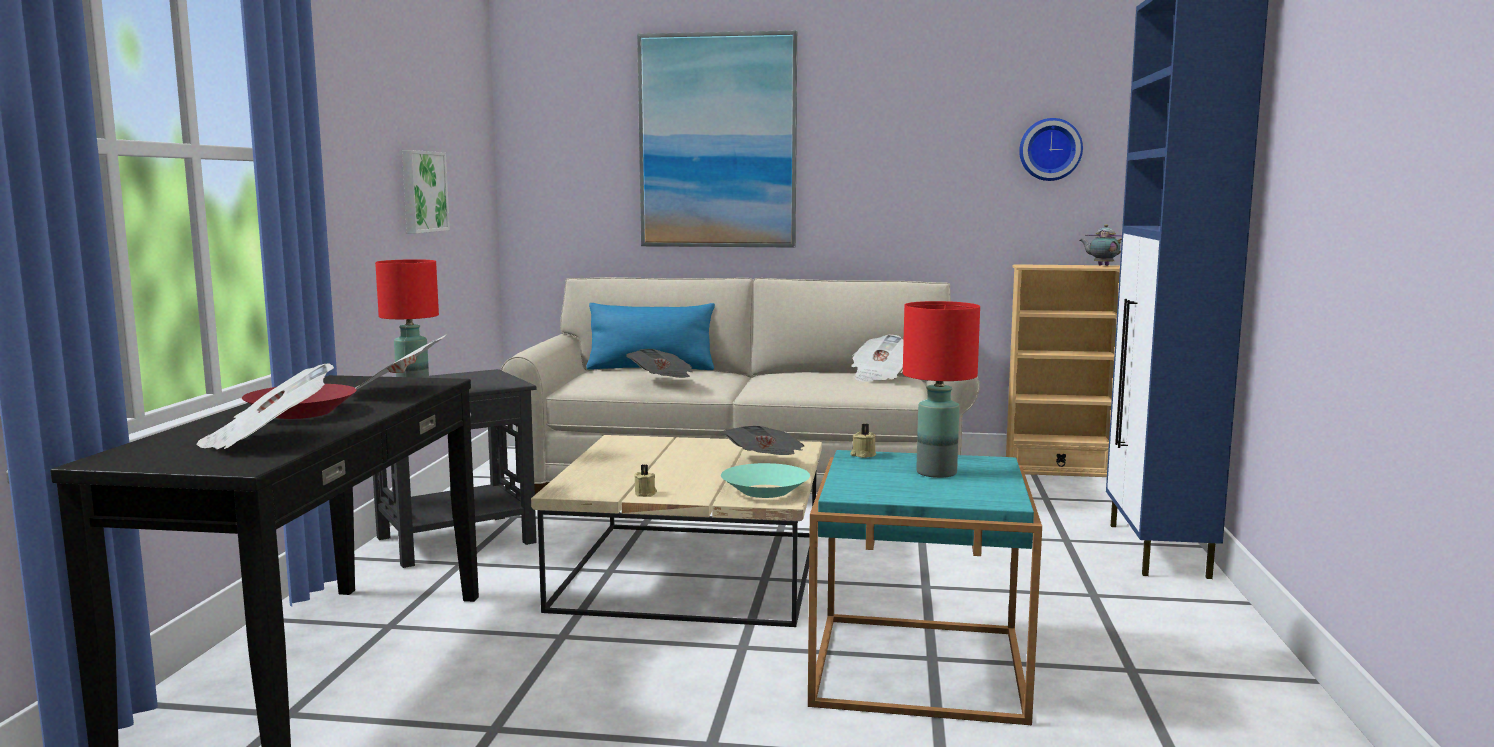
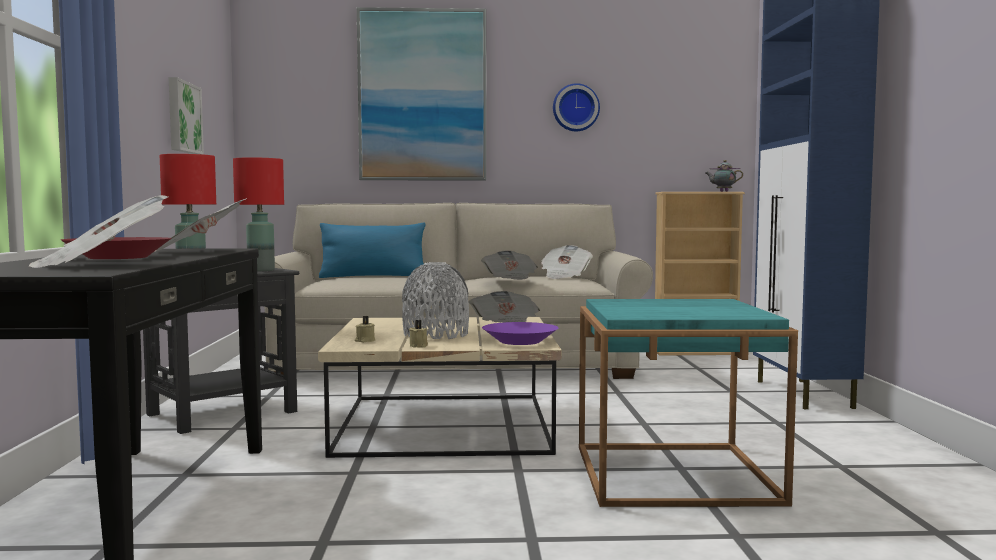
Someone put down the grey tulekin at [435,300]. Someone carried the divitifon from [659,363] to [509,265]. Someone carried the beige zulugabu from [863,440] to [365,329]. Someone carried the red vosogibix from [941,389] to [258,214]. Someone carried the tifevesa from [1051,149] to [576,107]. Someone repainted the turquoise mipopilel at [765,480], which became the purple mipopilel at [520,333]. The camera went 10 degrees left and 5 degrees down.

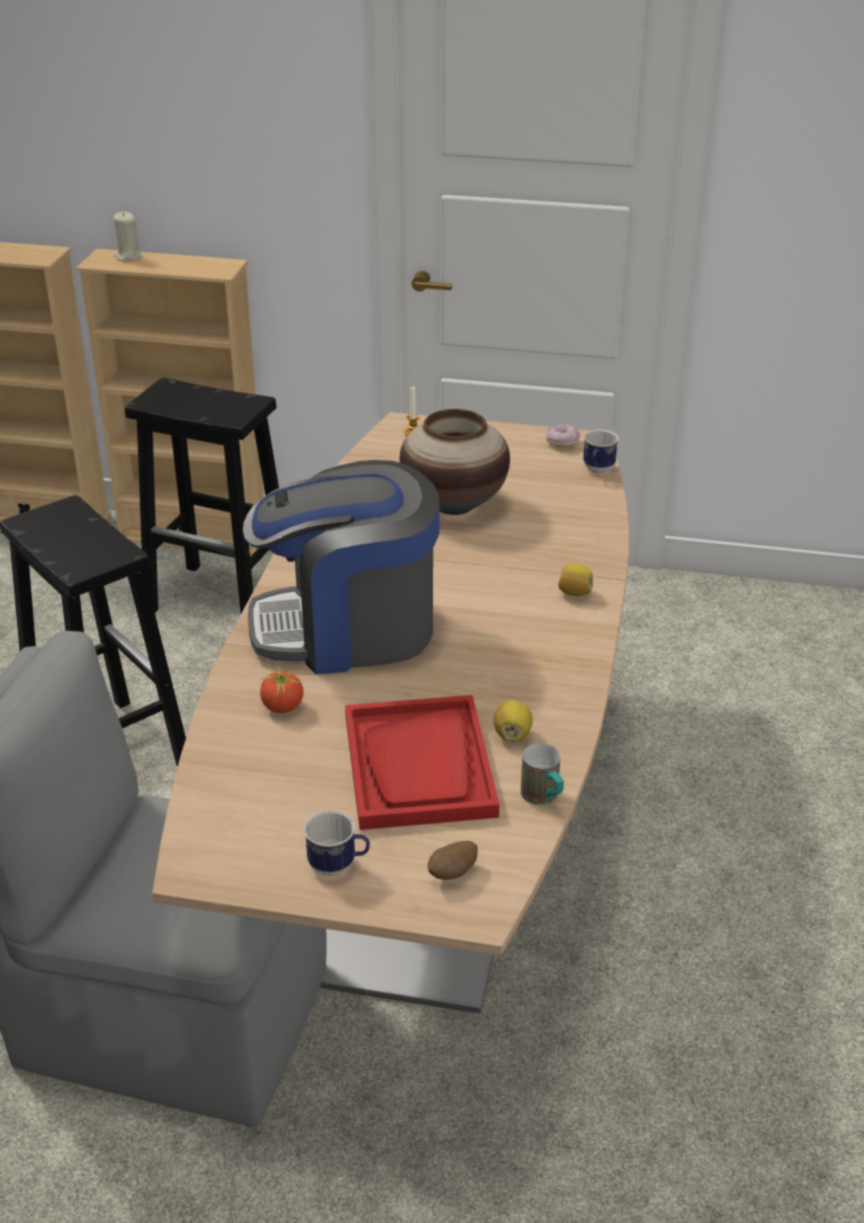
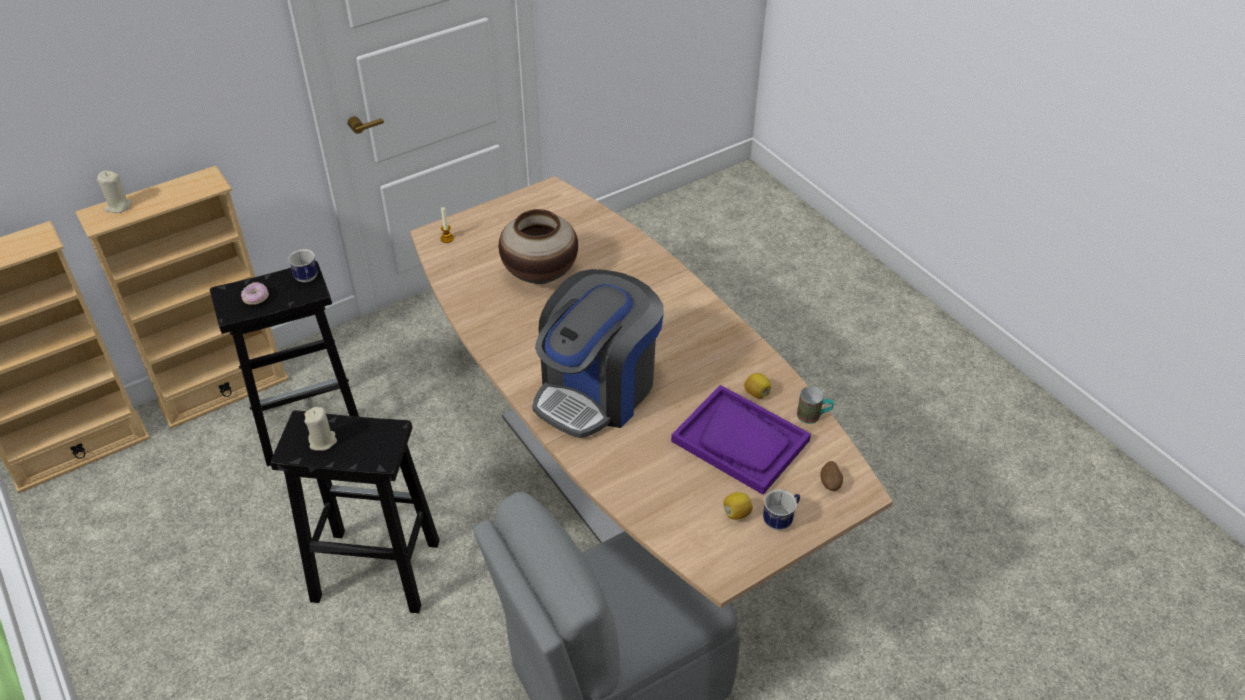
Someone took away the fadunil at [280,688]. Someone put down the beige zulugabu at [321,429]. Someone carried the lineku from [563,435] to [255,293]. Someone carried the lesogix from [575,580] to [738,506]. Someone carried the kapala from [601,451] to [303,265]. Someone repainted the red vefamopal at [422,762], which became the purple vefamopal at [741,440]. The camera went 45 degrees left and 10 degrees up.

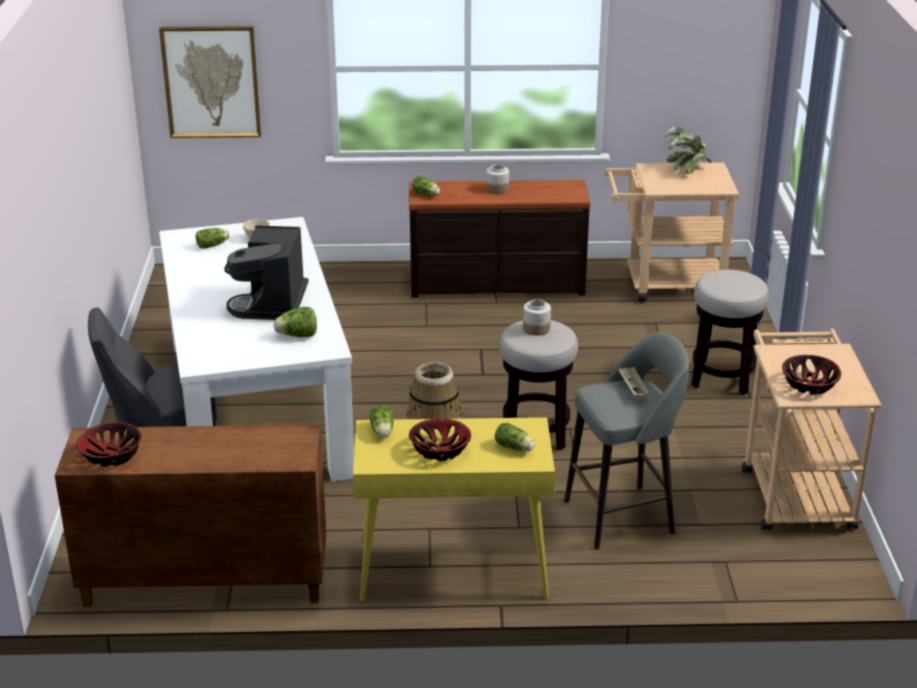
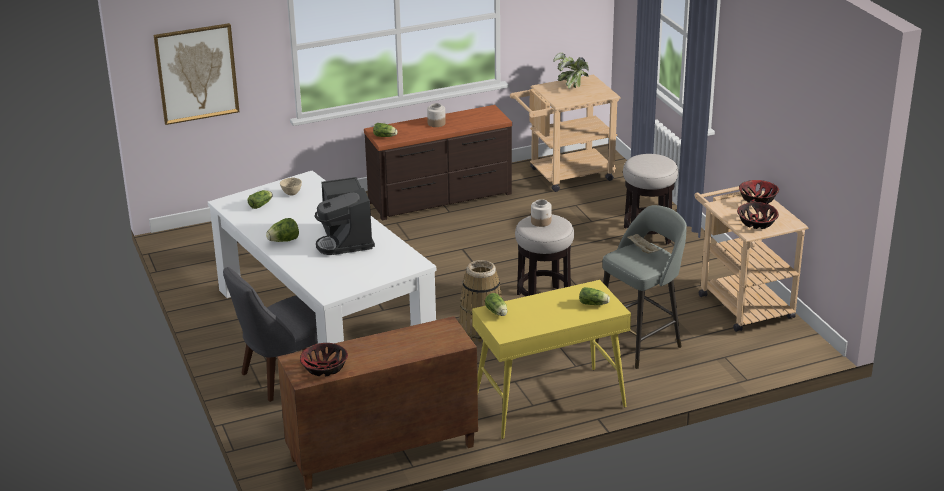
Someone carried the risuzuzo from [295,322] to [282,230]. Someone carried the mipopilel from [440,439] to [759,192]. The camera went 20 degrees left and 0 degrees up.

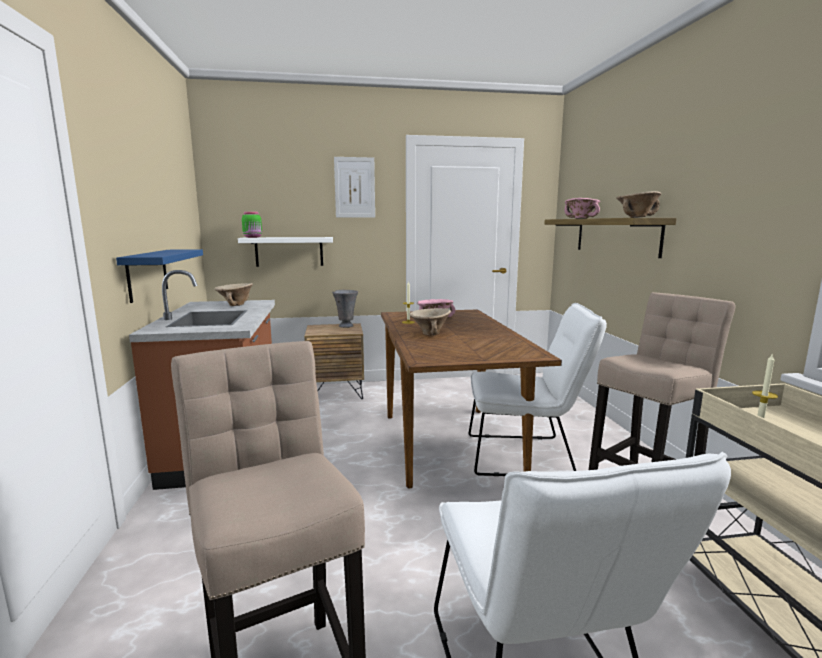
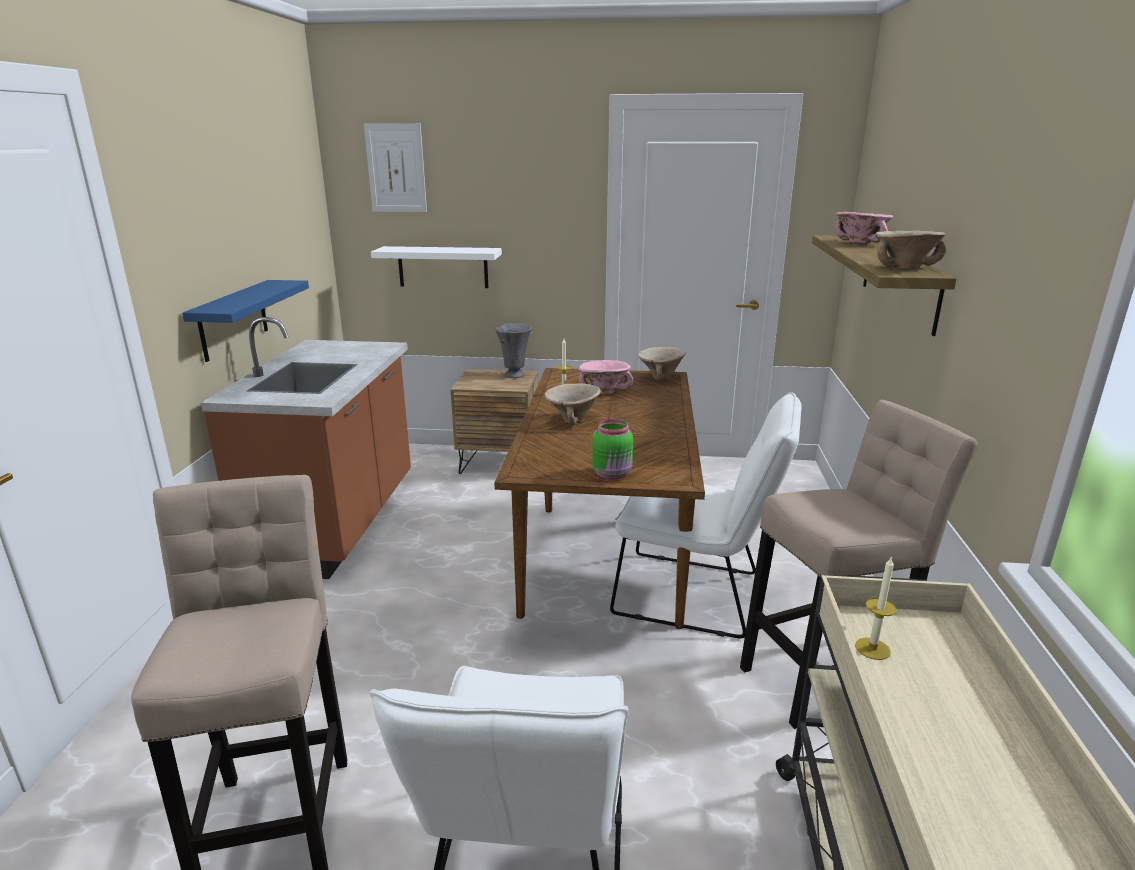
Someone carried the beige mipopilel from [234,294] to [661,364]. Someone carried the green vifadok from [252,225] to [612,449]. Someone carried the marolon from [354,187] to [395,167]. The camera went 15 degrees right and 10 degrees up.

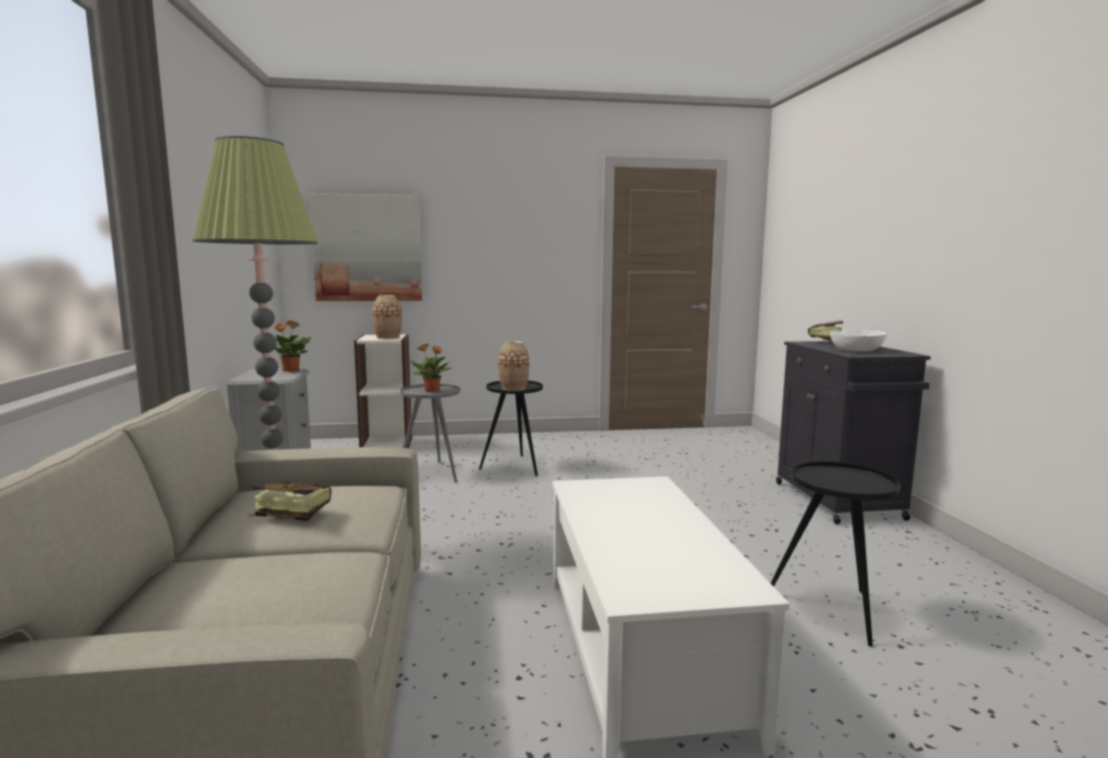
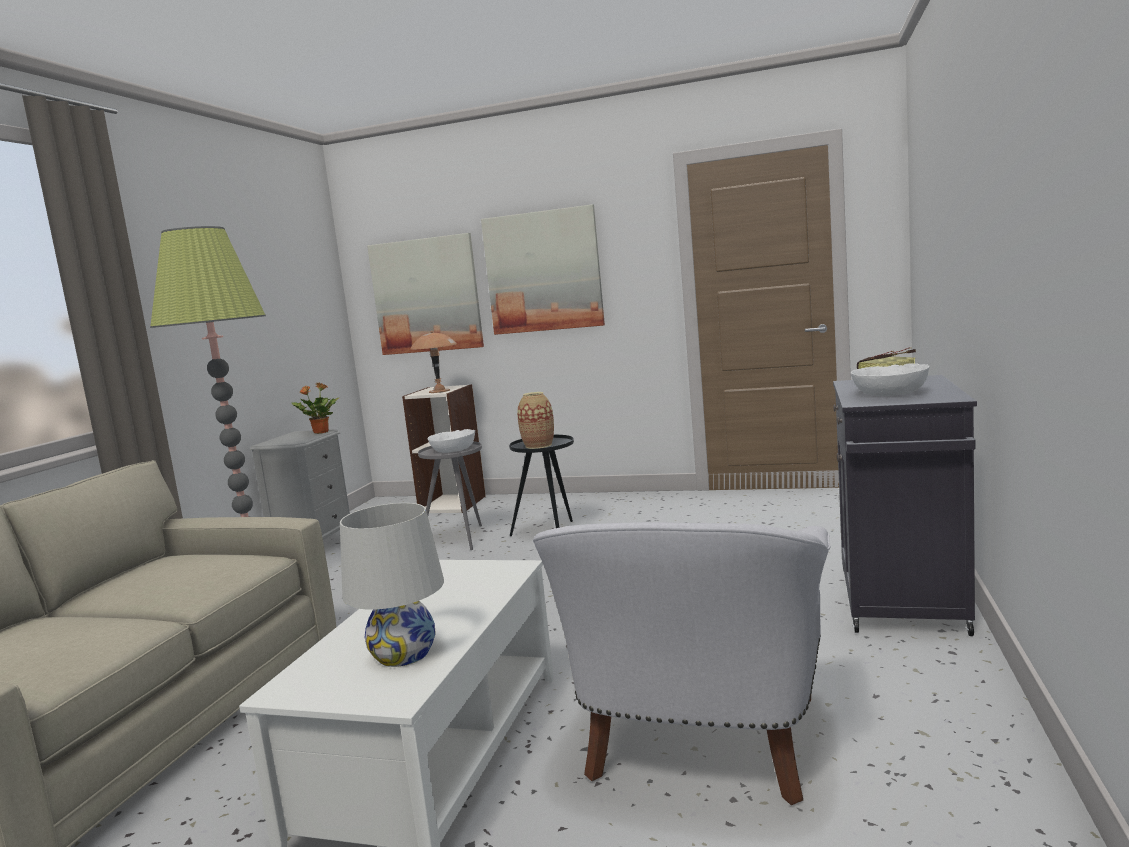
Someone took away the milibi at [290,501]. Someone put down the white vosogibix at [392,585]. Someone put up the marolon at [543,269]. Someone swapped the tulekin at [387,317] for the brown vosogibix at [433,362]. Someone swapped the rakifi at [431,367] for the white mipopilel at [451,441]. Someone swapped the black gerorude at [835,554] for the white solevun at [681,663]. The camera went 25 degrees right and 0 degrees up.

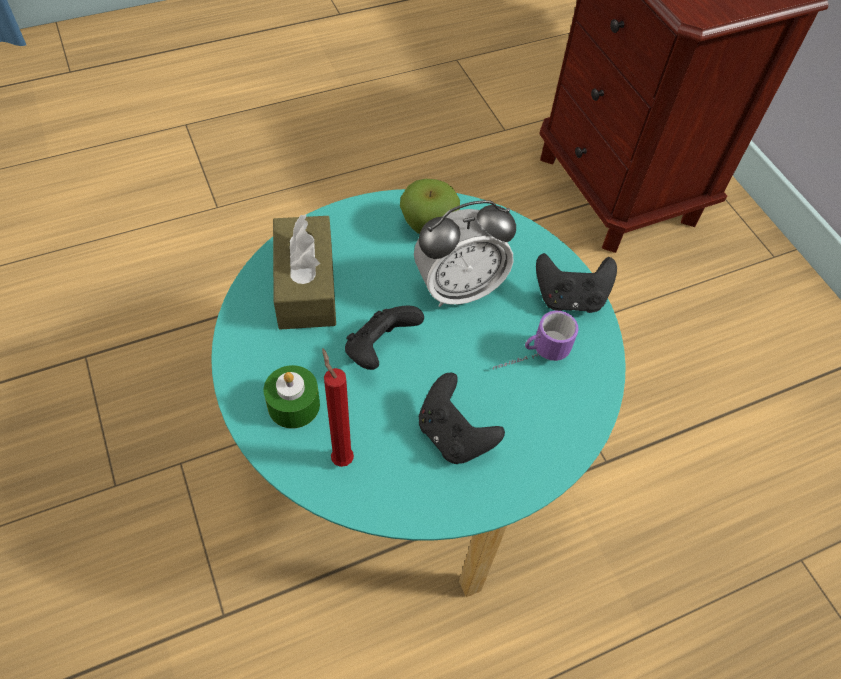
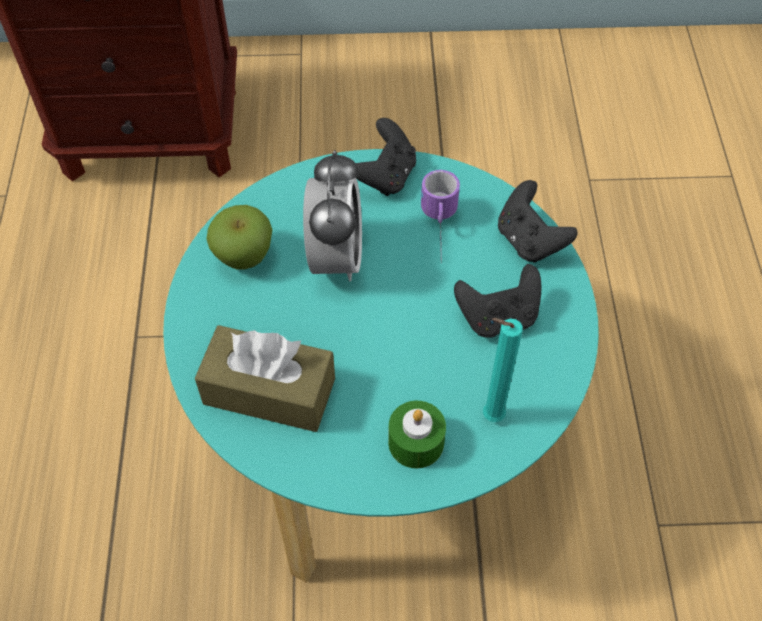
Someone carried the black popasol from [384,337] to [538,221]. Someone repainted the red zulugabu at [338,408], which became the turquoise zulugabu at [503,370]. The camera went 65 degrees left and 0 degrees up.

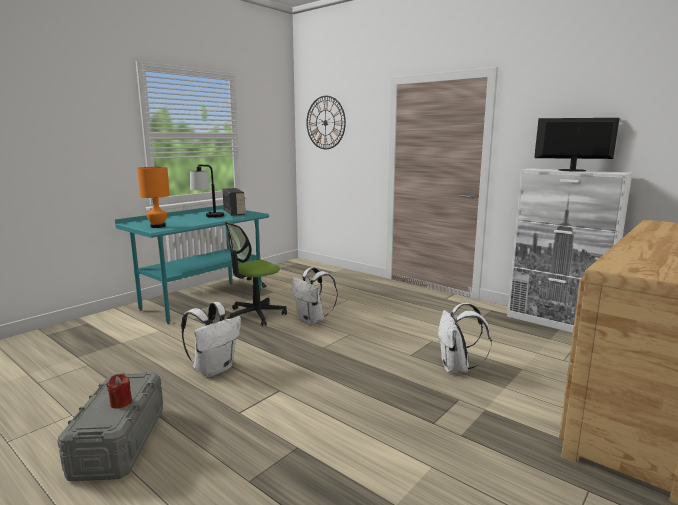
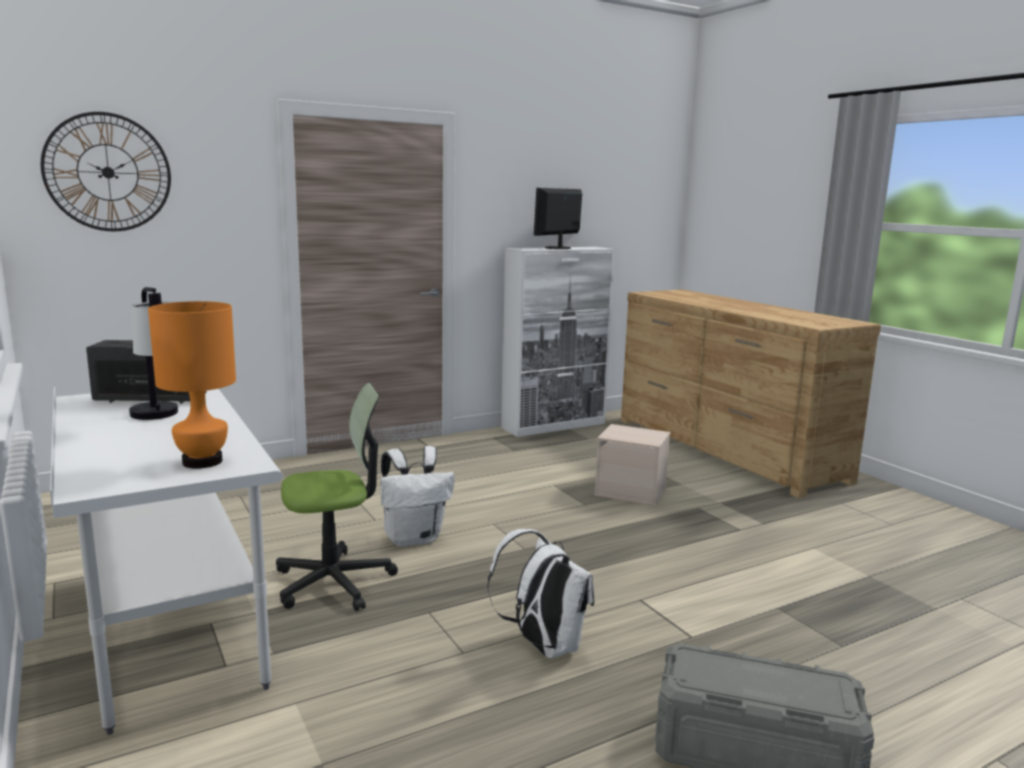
Someone took away the red zulugabu at [119,391]. Someone swapped the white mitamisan at [465,338] for the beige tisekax at [632,465]. Someone repainted the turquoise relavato at [192,264], which became the white relavato at [166,561]. Someone rotated the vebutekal at [256,274] by 90 degrees counterclockwise. The camera went 70 degrees left and 0 degrees up.

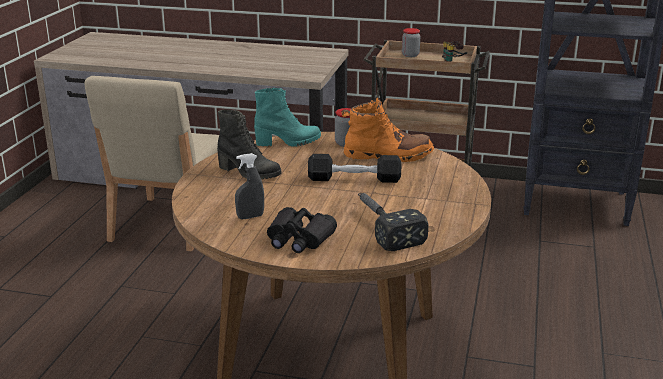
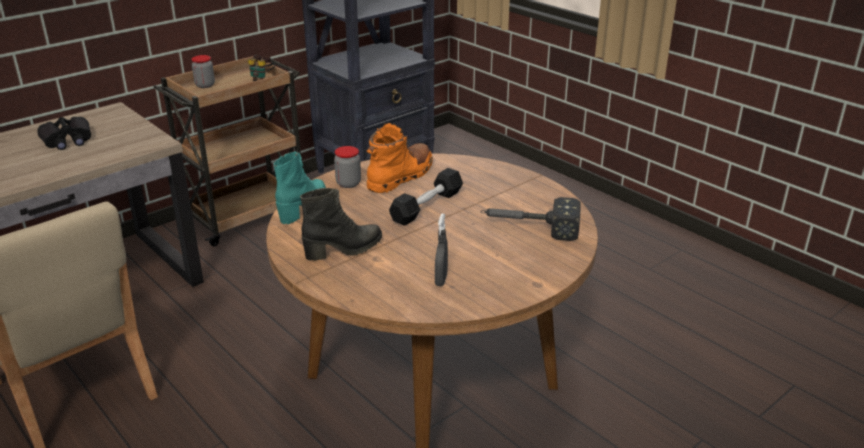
Someone carried the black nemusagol from [302,230] to [64,133]. The camera went 55 degrees left and 5 degrees up.

